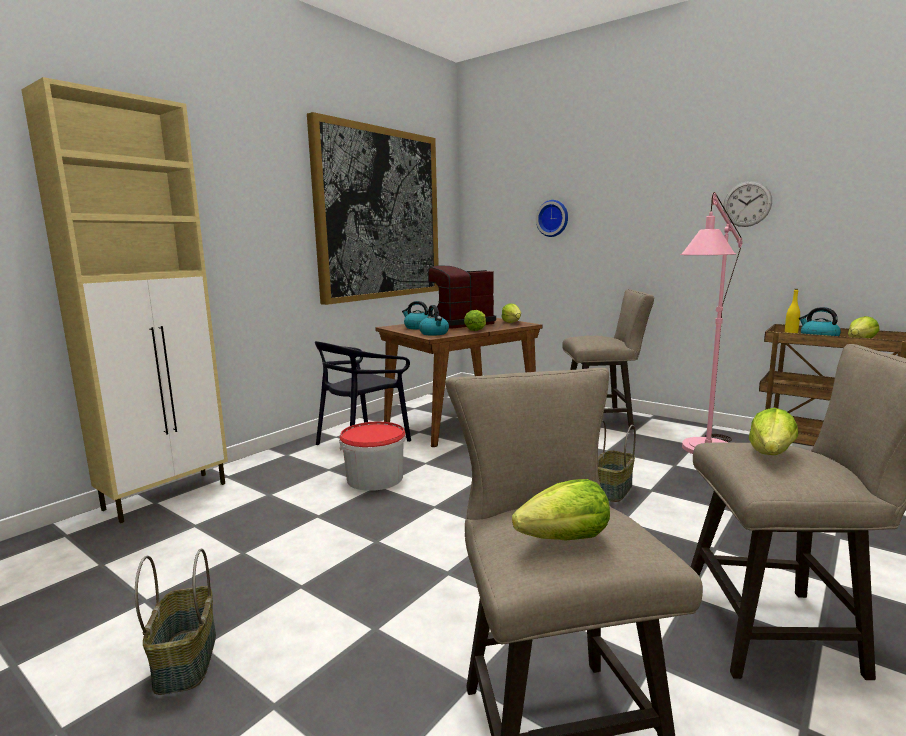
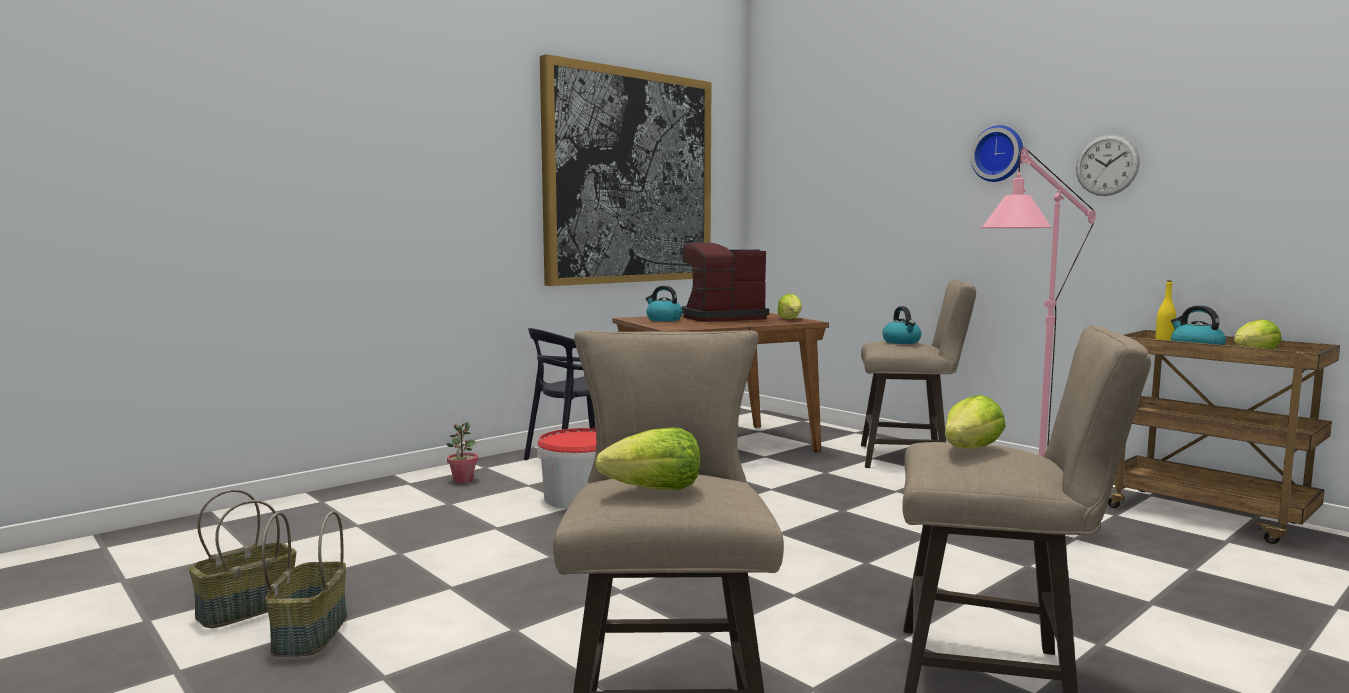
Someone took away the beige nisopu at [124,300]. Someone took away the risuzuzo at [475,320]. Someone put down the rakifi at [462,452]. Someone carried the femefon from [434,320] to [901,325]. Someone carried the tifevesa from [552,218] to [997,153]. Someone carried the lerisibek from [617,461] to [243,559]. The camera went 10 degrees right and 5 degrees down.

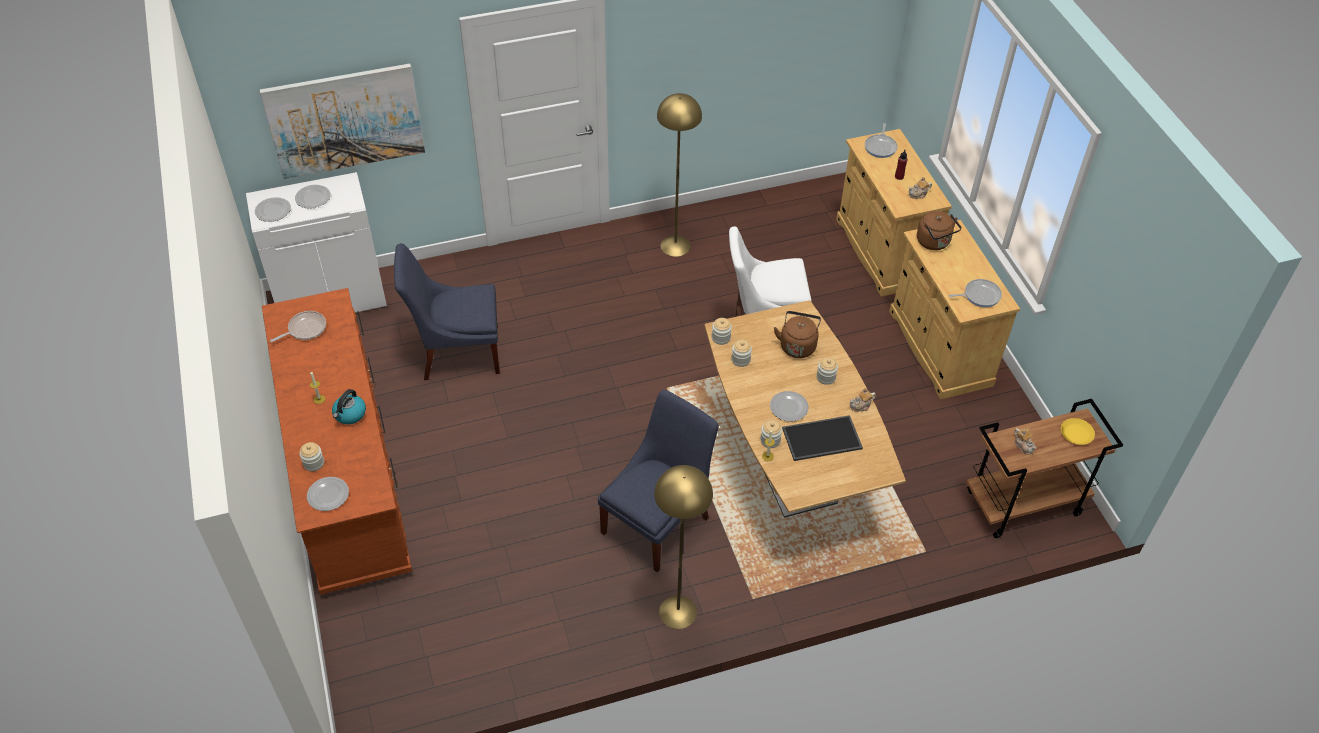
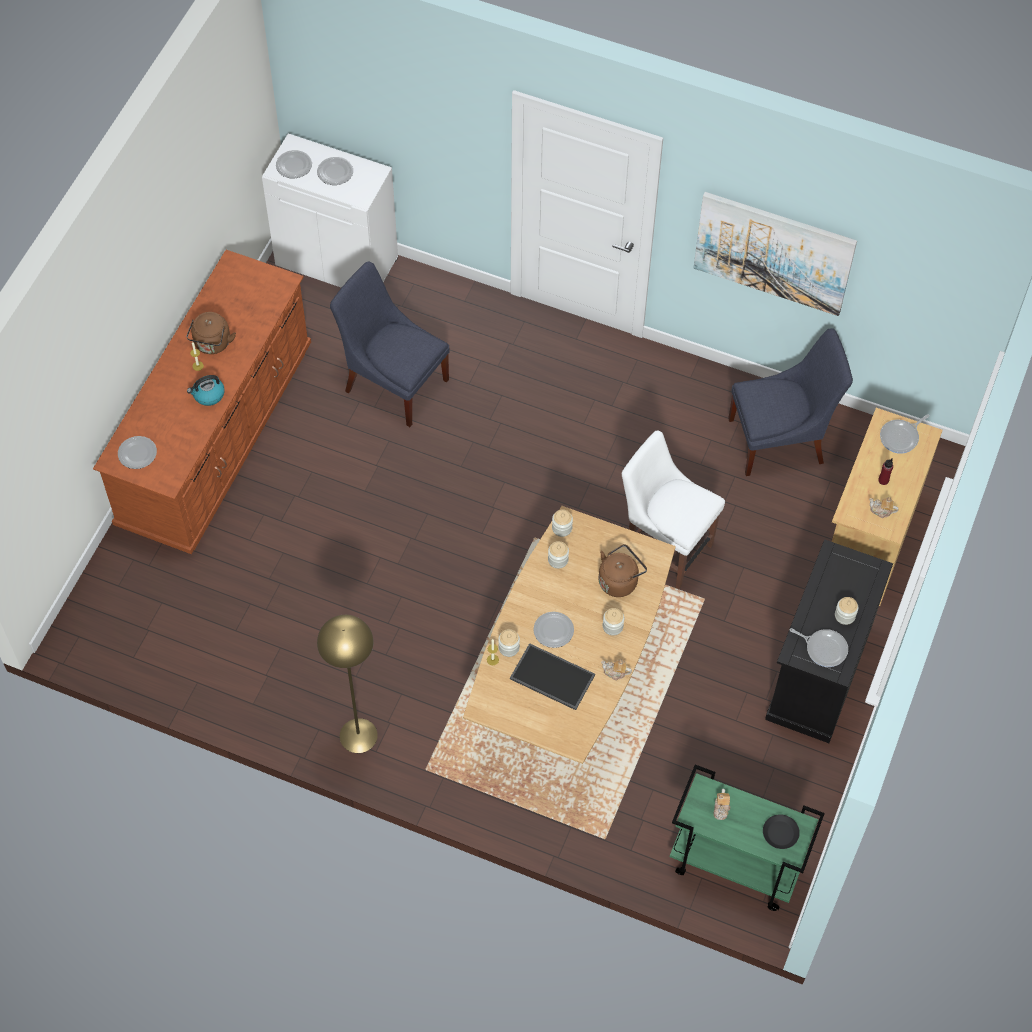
Someone took away the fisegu at [298,326]. Someone took away the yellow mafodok at [679,175]. Someone carried the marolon from [342,121] to [775,254]. Someone carried the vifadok from [311,456] to [846,611]. Someone carried the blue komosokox from [658,481] to [790,402]. Someone carried the brown femefon from [939,230] to [211,333]. Someone repainted the beige nisopu at [954,309], which became the black nisopu at [829,641]. Someone repainted the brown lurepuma at [1044,468], which became the green lurepuma at [747,838]. Someone repainted the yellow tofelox at [1078,431], which became the black tofelox at [781,831]. The camera went 40 degrees right and 10 degrees up.

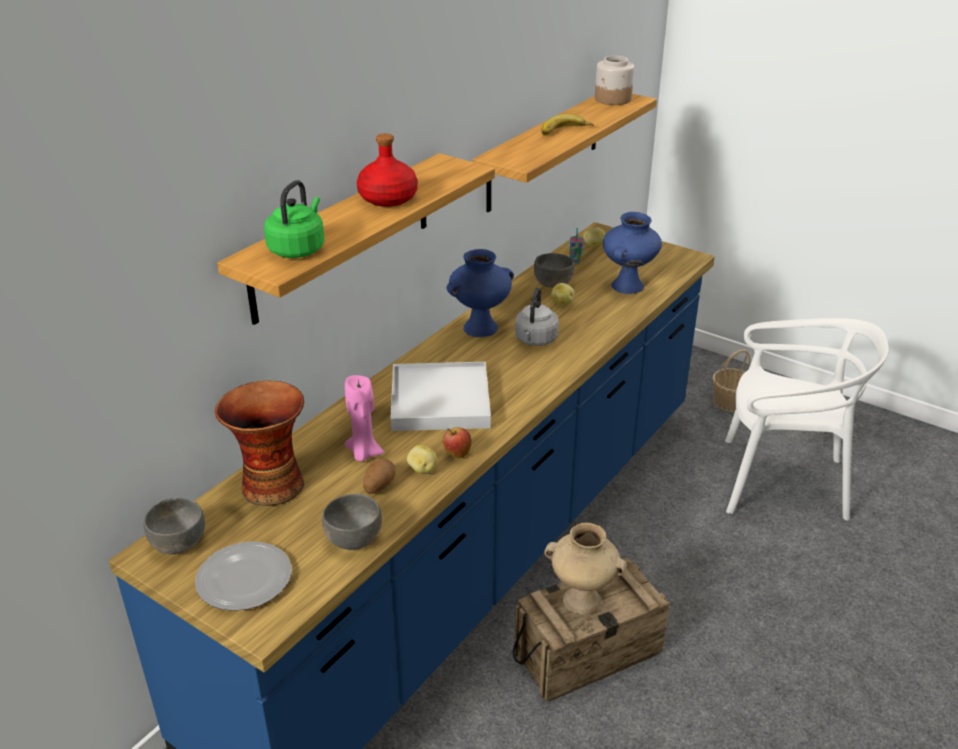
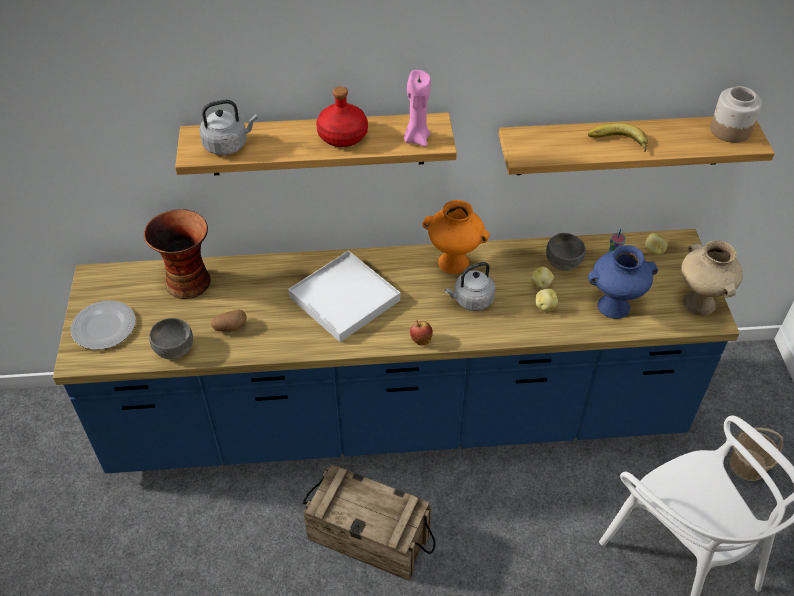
Someone took away the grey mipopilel at [174,526]. Someone carried the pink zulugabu from [364,418] to [417,108]. Someone carried the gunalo from [422,459] to [546,300]. Someone carried the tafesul from [457,442] to [421,333]. Someone carried the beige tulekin from [585,569] to [712,278]. Someone repainted the green femefon at [294,219], which became the grey femefon at [228,127]. Someone repainted the blue tulekin at [480,293], which became the orange tulekin at [456,237]. The camera went 50 degrees right and 15 degrees up.

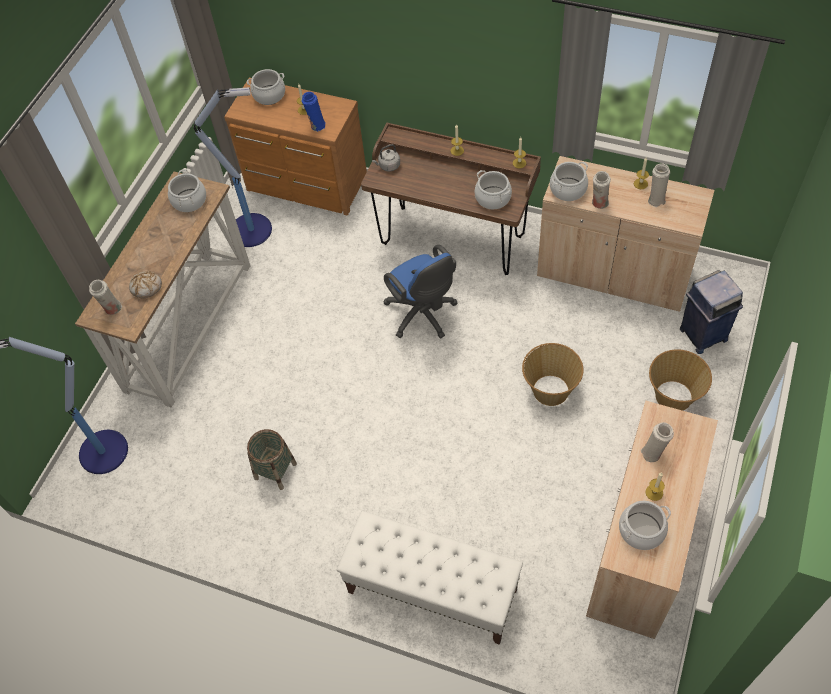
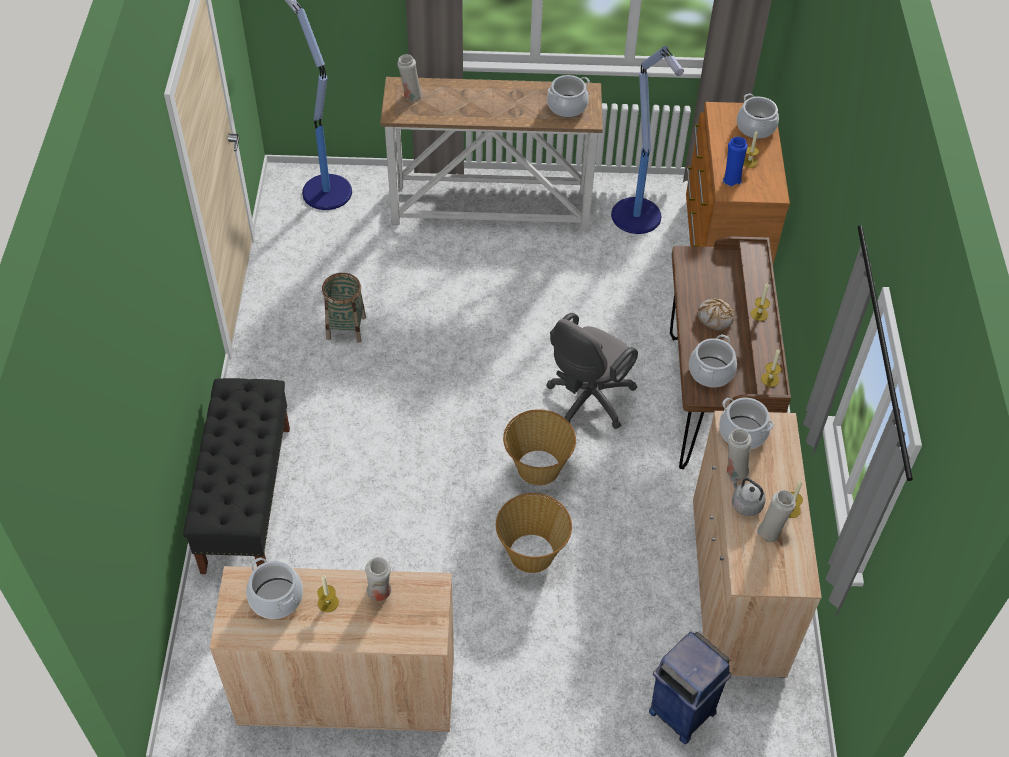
Someone carried the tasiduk from [145,284] to [716,314]. Someone carried the grey femefon from [386,157] to [748,496]. Someone carried the lerisibek from [680,380] to [539,447]. Someone repainted the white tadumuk at [430,578], which became the black tadumuk at [236,476]. Someone repainted the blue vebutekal at [420,292], which became the grey vebutekal at [592,371]. The camera went 65 degrees right and 5 degrees down.

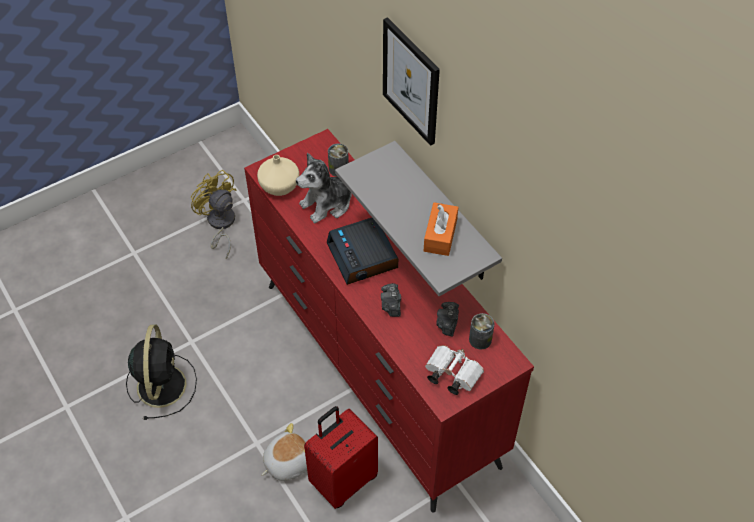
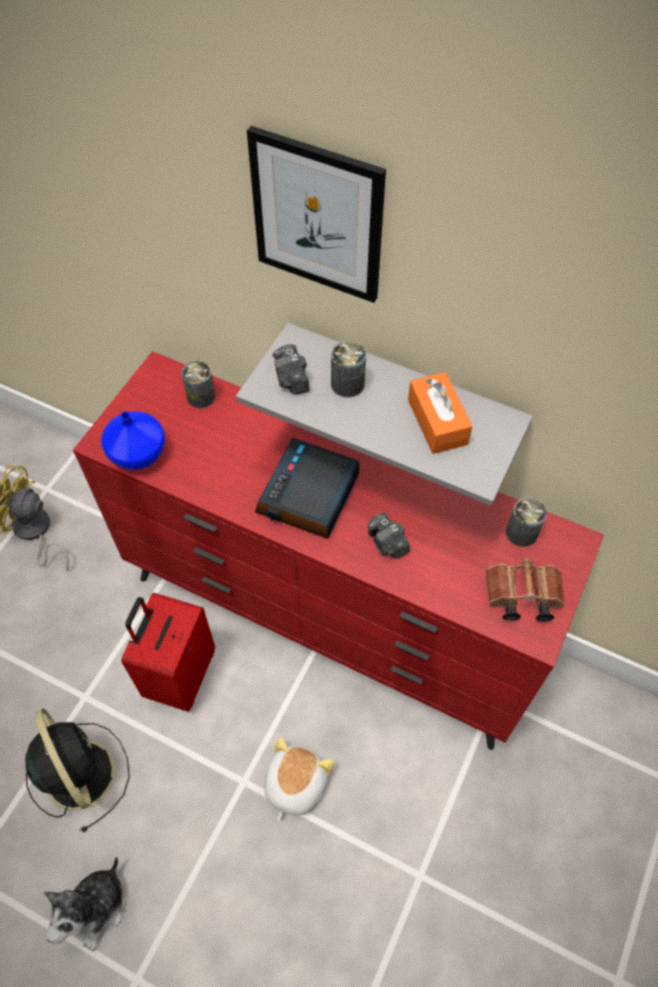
Someone put down the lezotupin at [348,369]. Someone carried the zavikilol from [324,188] to [84,904]. Someone carried the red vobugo from [341,457] to [168,652]. Someone carried the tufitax from [447,319] to [291,369]. Someone repainted the beige tulekin at [278,175], which became the blue tulekin at [133,440]. Someone repainted the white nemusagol at [454,370], which became the brown nemusagol at [525,590]. Someone rotated the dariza at [362,251] by 75 degrees clockwise. The camera went 30 degrees left and 5 degrees up.

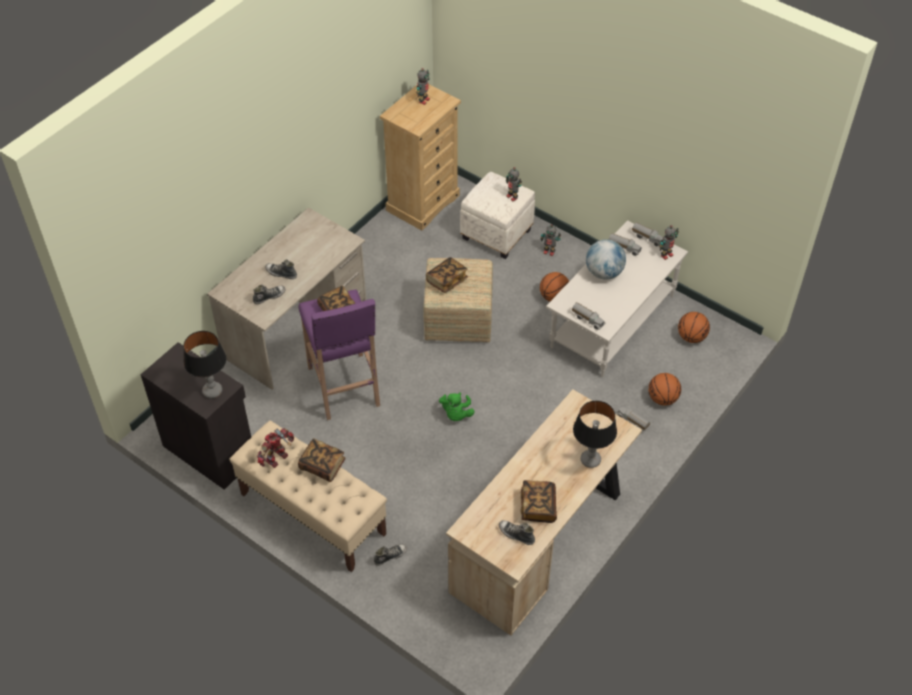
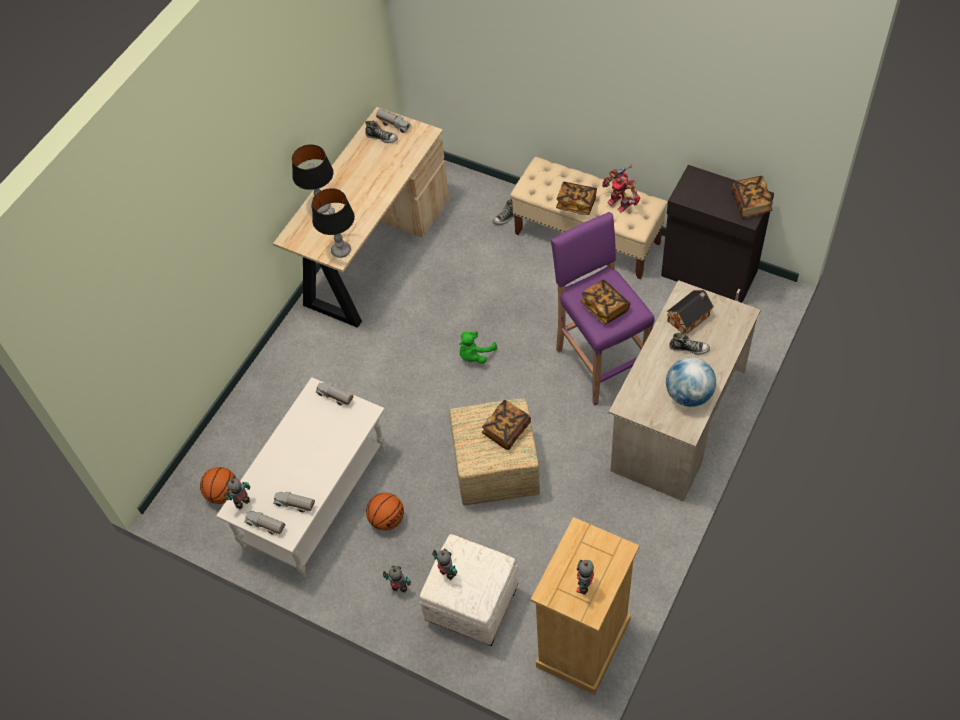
Someone took away the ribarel at [664,389]. Someone carried the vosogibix from [205,365] to [333,223]. Someone carried the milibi from [538,501] to [752,197]. Someone carried the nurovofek from [606,259] to [691,382]. Someone carried the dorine from [633,418] to [393,120]. Someone swapped the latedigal at [269,294] for the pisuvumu at [690,312]. Someone rotated the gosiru at [275,448] by 105 degrees clockwise. Someone rotated the green zavikilol at [456,407] by 135 degrees counterclockwise. The camera went 175 degrees right and 5 degrees up.

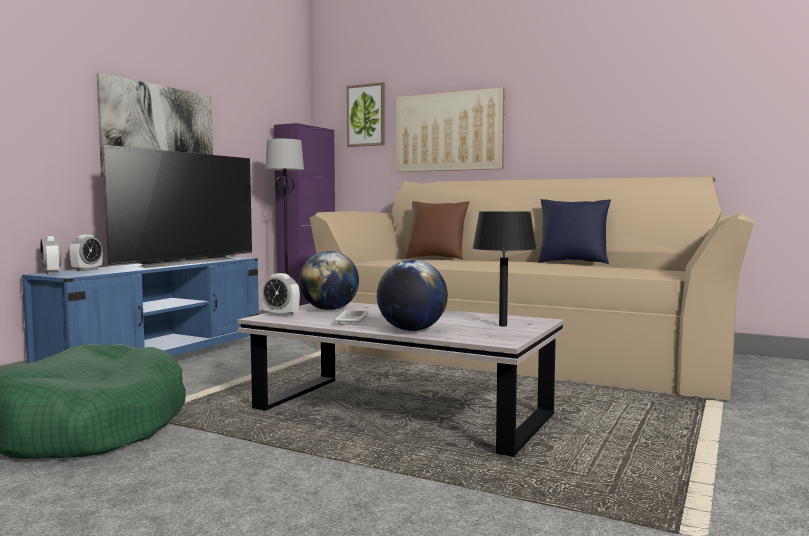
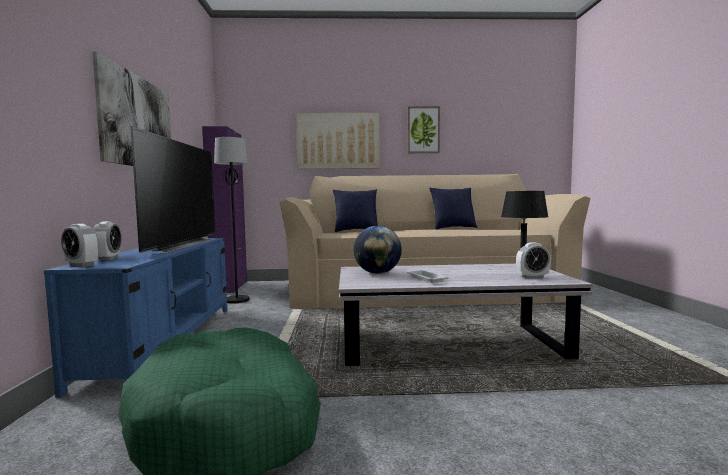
Someone took away the nurovofek at [412,295]. Someone carried the dariza from [281,295] to [533,260]. Someone carried the marolon from [366,114] to [424,129]. Someone repainted the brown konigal at [437,230], which became the blue konigal at [355,211]. The camera went 30 degrees left and 0 degrees up.

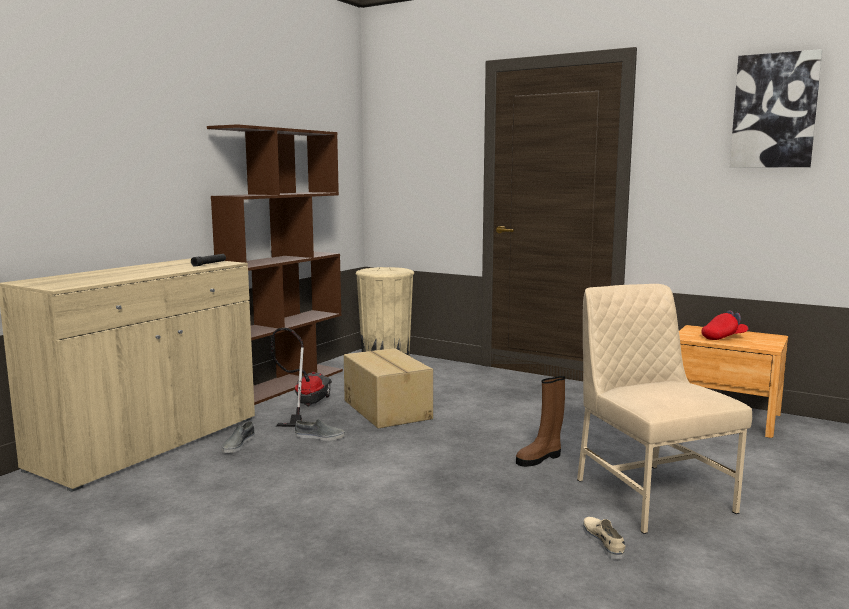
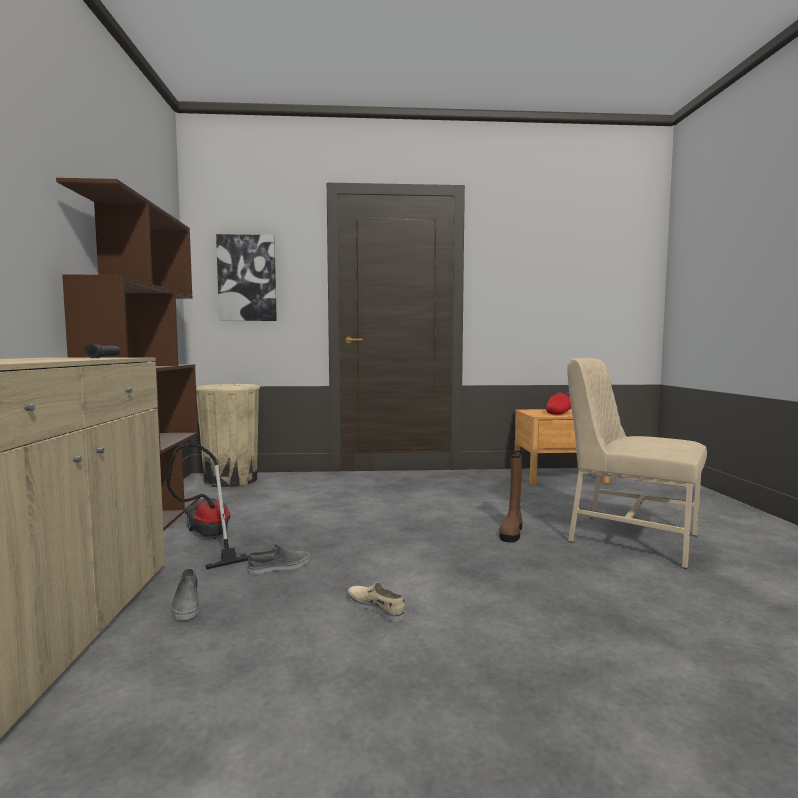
Someone took away the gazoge at [388,388]. Someone carried the beige latedigal from [604,538] to [376,601]. Someone carried the marolon from [776,108] to [246,277]. The camera went 35 degrees left and 5 degrees down.

